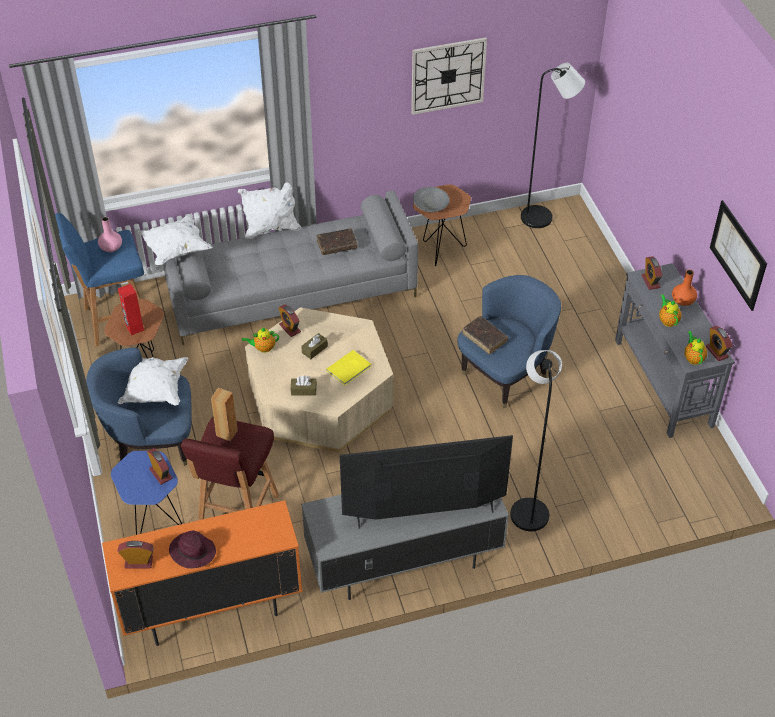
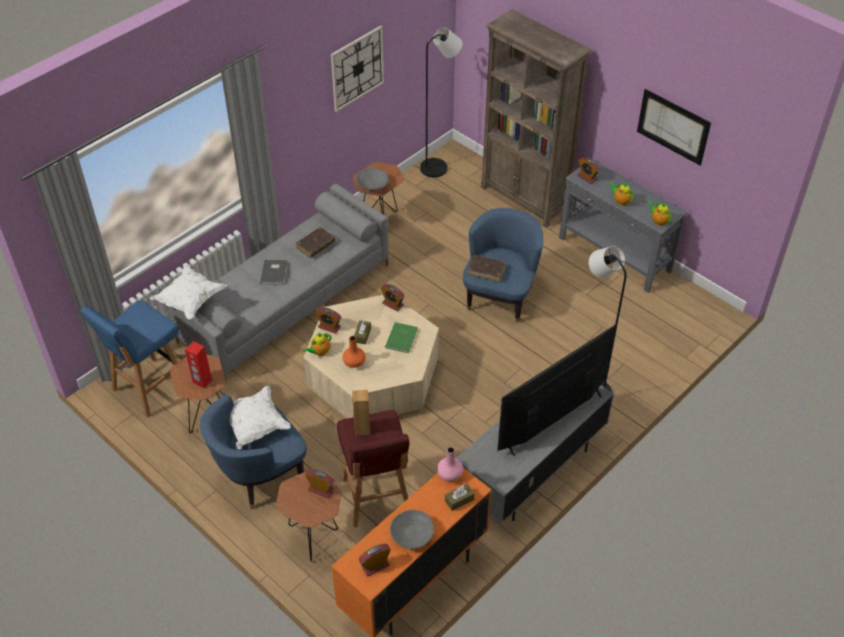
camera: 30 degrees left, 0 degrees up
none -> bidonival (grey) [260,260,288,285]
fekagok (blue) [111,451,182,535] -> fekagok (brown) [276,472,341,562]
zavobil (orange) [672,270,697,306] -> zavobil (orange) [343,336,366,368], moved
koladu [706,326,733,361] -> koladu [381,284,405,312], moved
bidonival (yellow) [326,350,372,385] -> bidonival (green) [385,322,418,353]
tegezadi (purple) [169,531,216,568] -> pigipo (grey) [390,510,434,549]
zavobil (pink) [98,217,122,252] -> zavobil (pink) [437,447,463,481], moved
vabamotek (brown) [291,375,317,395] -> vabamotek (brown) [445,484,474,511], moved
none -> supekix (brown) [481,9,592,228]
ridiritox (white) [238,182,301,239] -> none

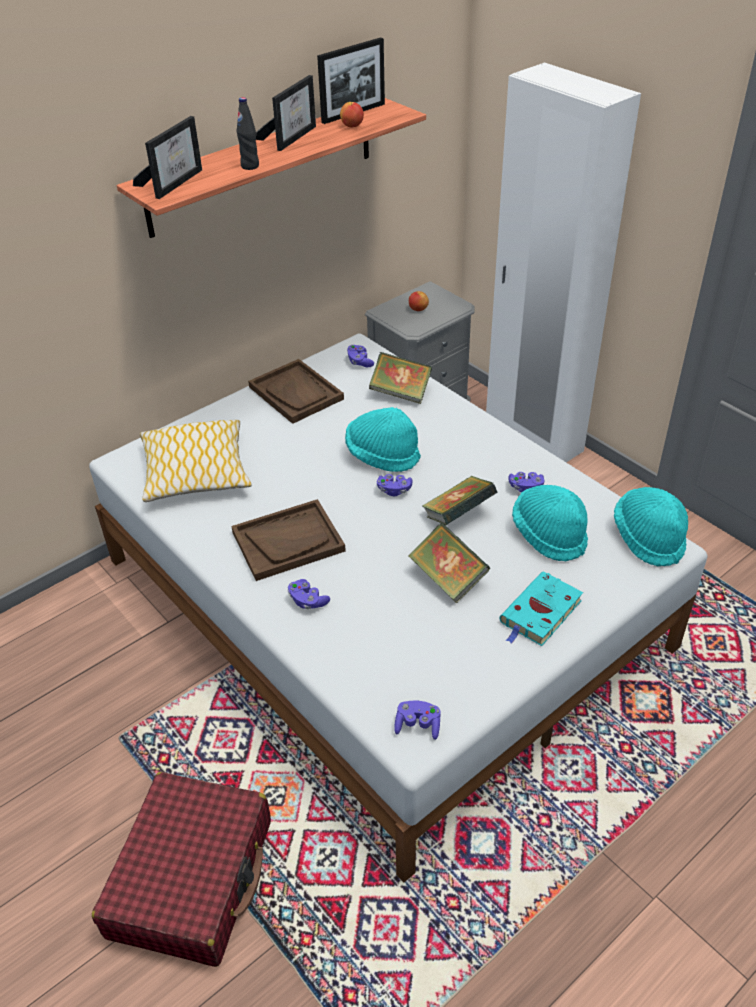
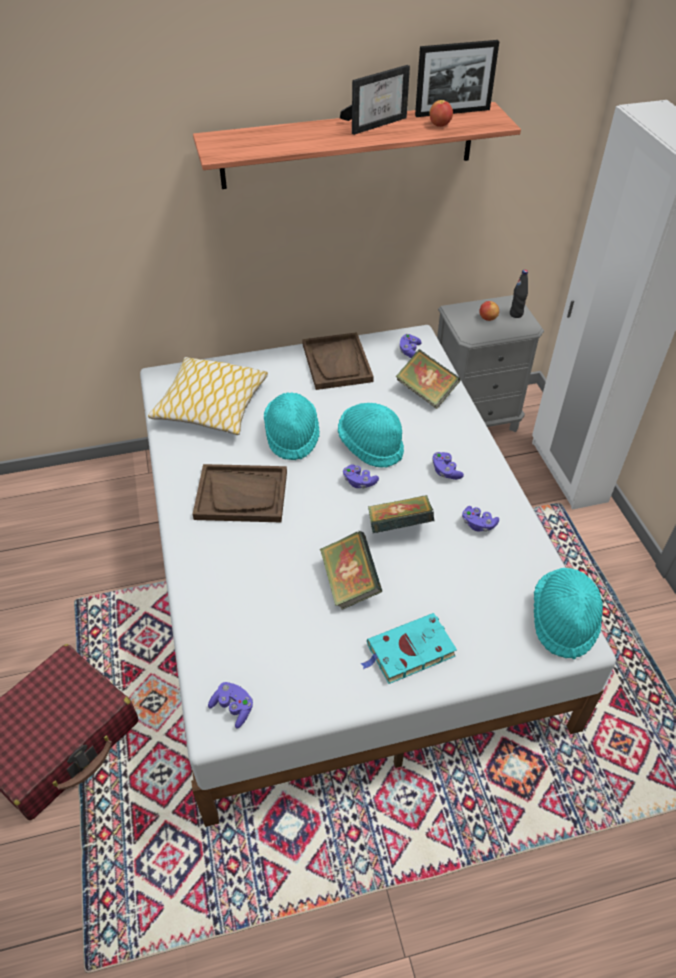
camera: 25 degrees right, 5 degrees up
tegezadi (turquoise) [512,485,588,562] -> tegezadi (turquoise) [264,392,320,460], moved
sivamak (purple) [288,579,330,609] -> sivamak (purple) [432,452,464,480], moved
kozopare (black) [237,97,259,170] -> kozopare (black) [510,270,528,318], moved
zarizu [133,116,202,199] -> none

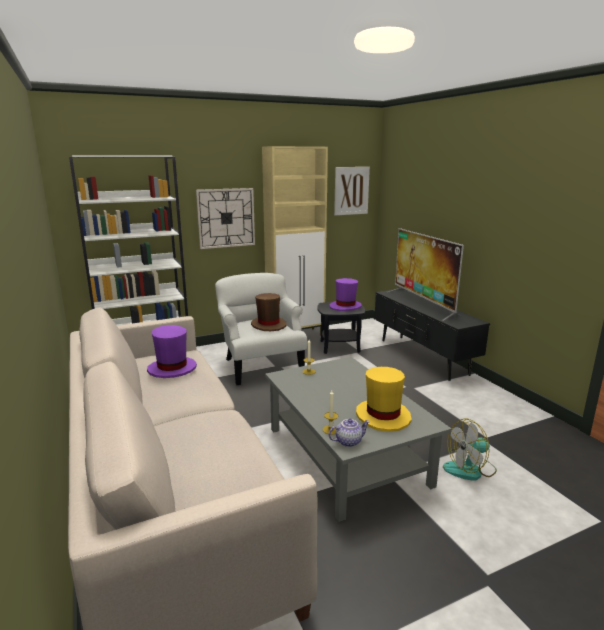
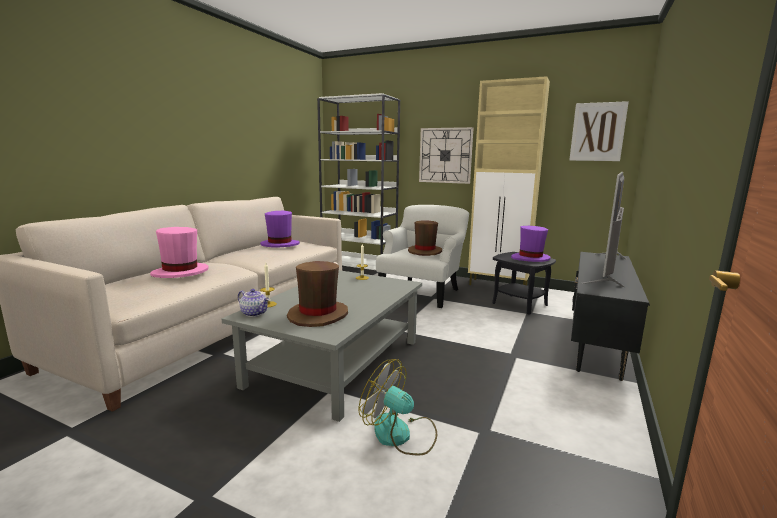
camera: 50 degrees right, 5 degrees down
none -> tegezadi (pink) [150,227,209,278]
tegezadi (yellow) [356,367,412,432] -> tegezadi (brown) [287,261,348,327]

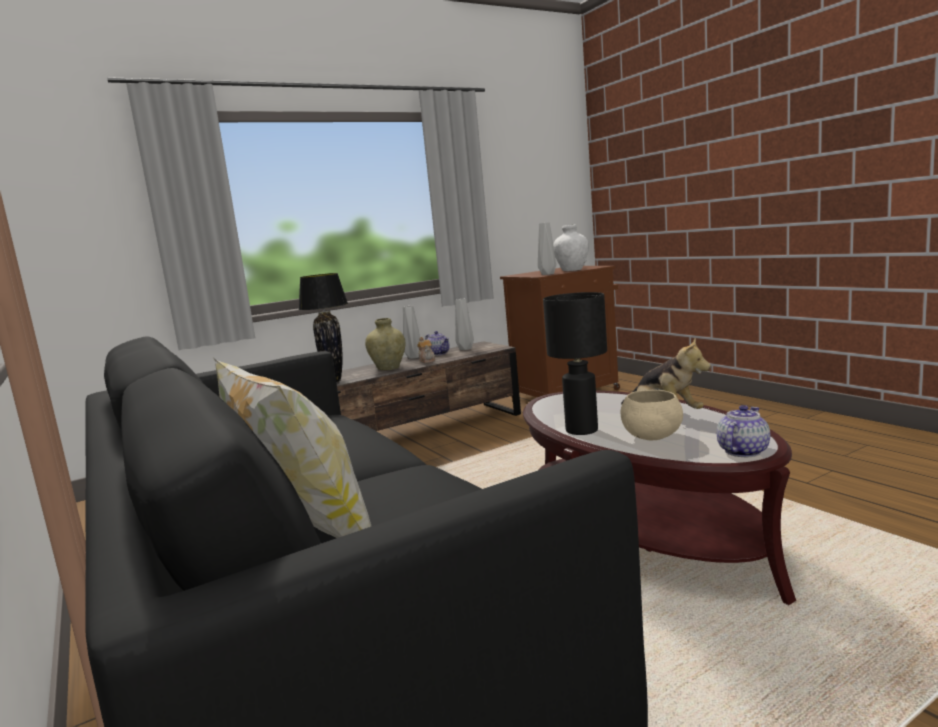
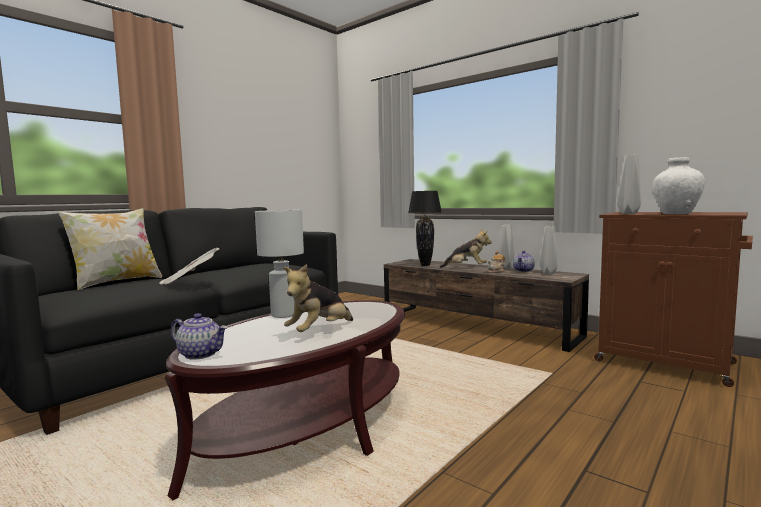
camera: 70 degrees right, 5 degrees down
none -> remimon [159,248,219,284]
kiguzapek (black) [543,292,607,435] -> kiguzapek (white) [255,210,304,318]
zavobil (beige) [365,318,405,370] -> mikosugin [439,229,492,268]
pigipo (beige) [621,390,683,440] -> none

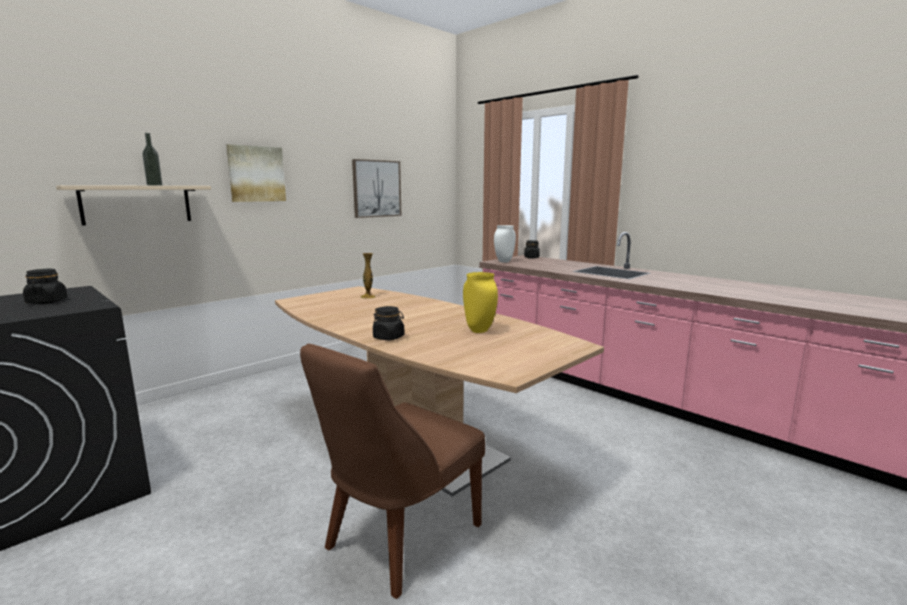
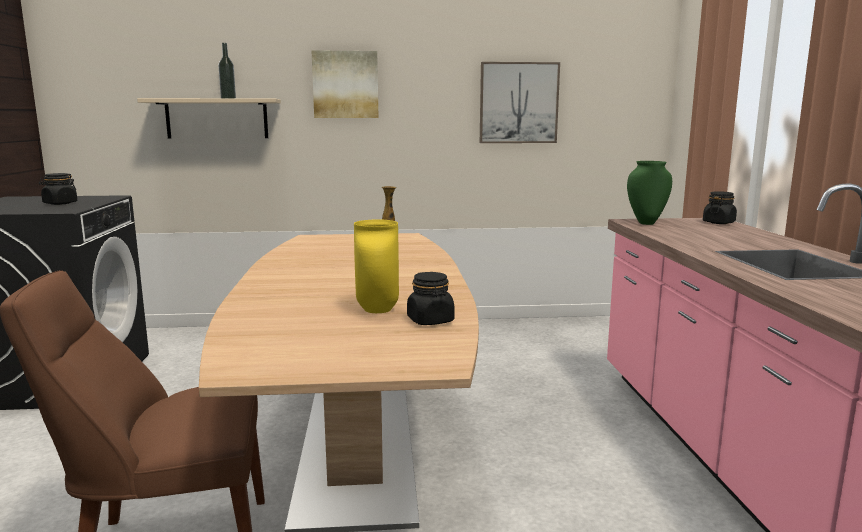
camera: 40 degrees right, 0 degrees up
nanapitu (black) [373,306,404,341] -> nanapitu (black) [407,272,454,325], moved
zavobil (white) [494,225,516,263] -> zavobil (green) [627,161,672,225]

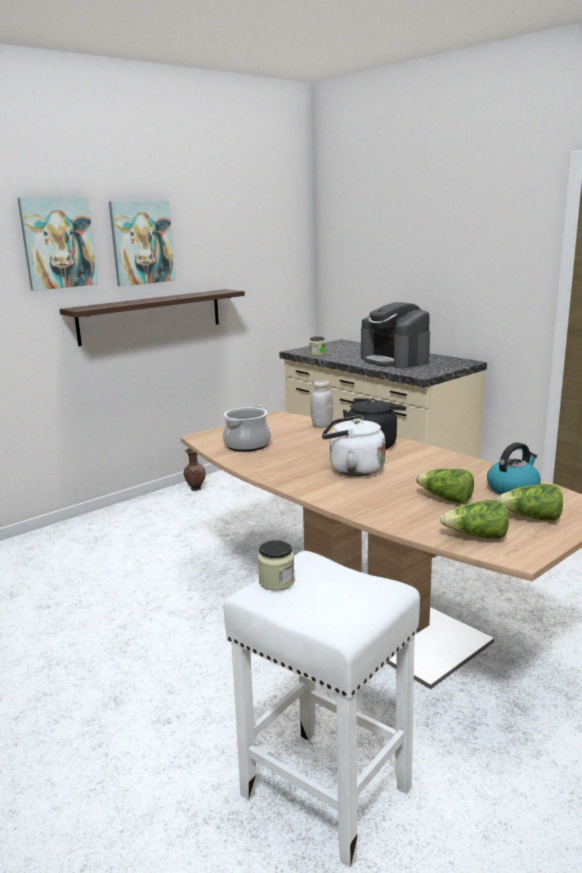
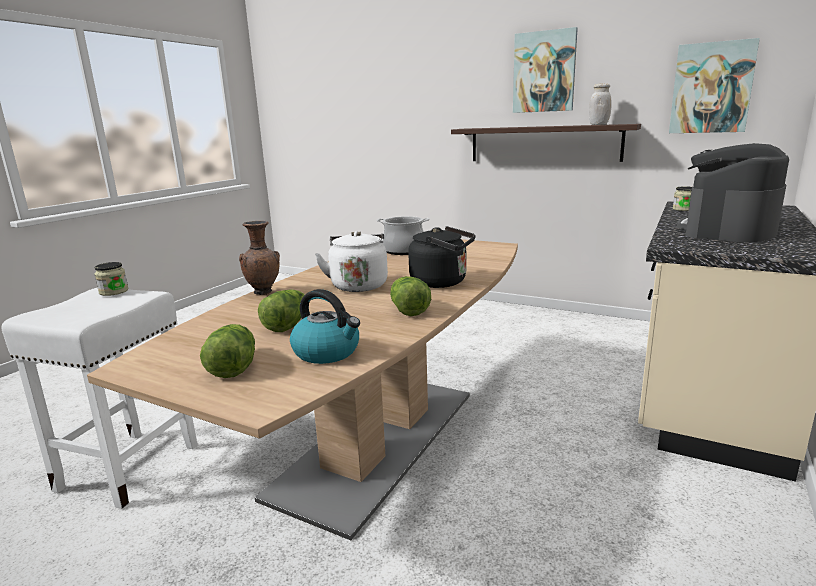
camera: 70 degrees right, 0 degrees up
zavobil (brown) [184,448,206,491] -> zavobil (brown) [239,221,280,295], moved
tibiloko [440,500,509,539] -> tibiloko [390,276,431,316], moved
nanapitu (white) [310,380,333,428] -> nanapitu (white) [589,84,611,125], moved
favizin [18,197,98,291] -> favizin [669,38,760,133], moved

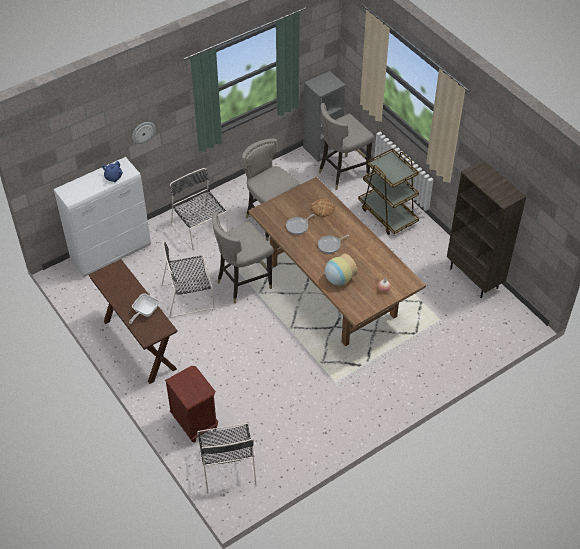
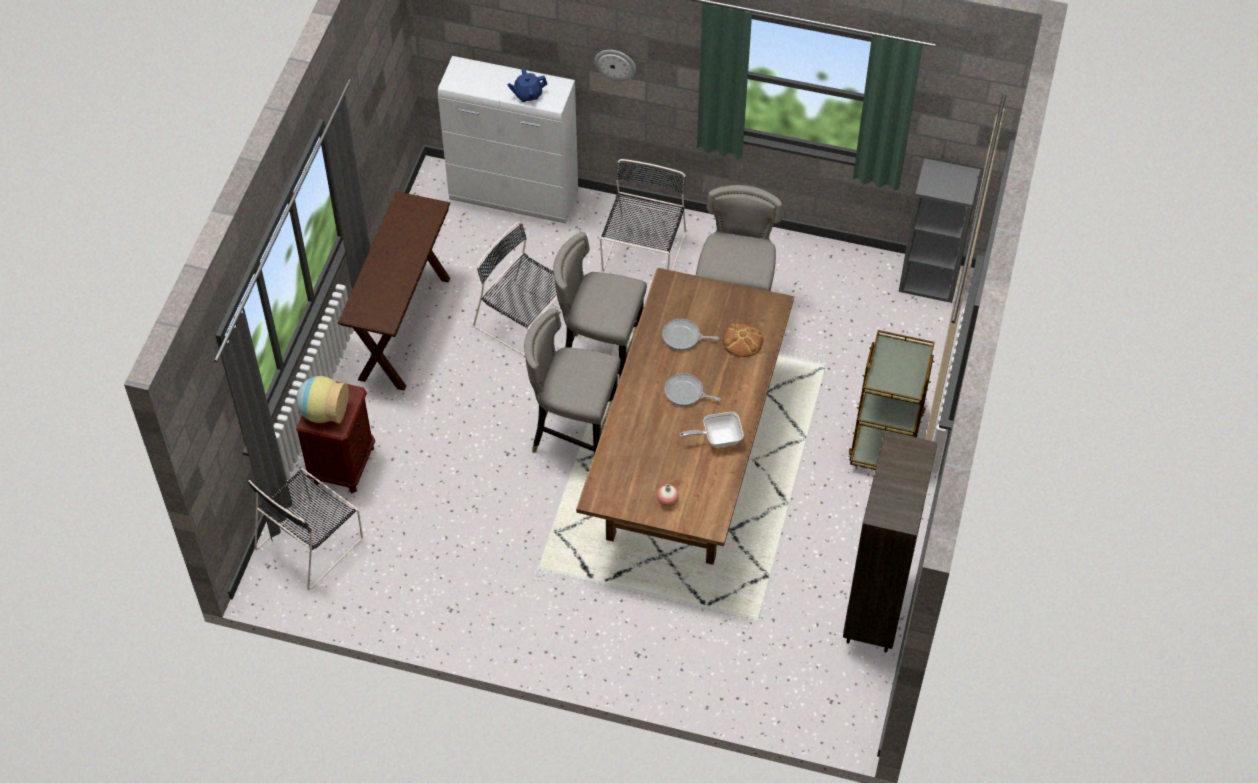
camera: 50 degrees right, 5 degrees up
zavobil [325,253,358,286] -> zavobil [296,376,349,423], moved
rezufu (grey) [319,103,374,190] -> rezufu (grey) [524,308,621,454], moved
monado [129,294,159,324] -> monado [679,412,744,448], moved

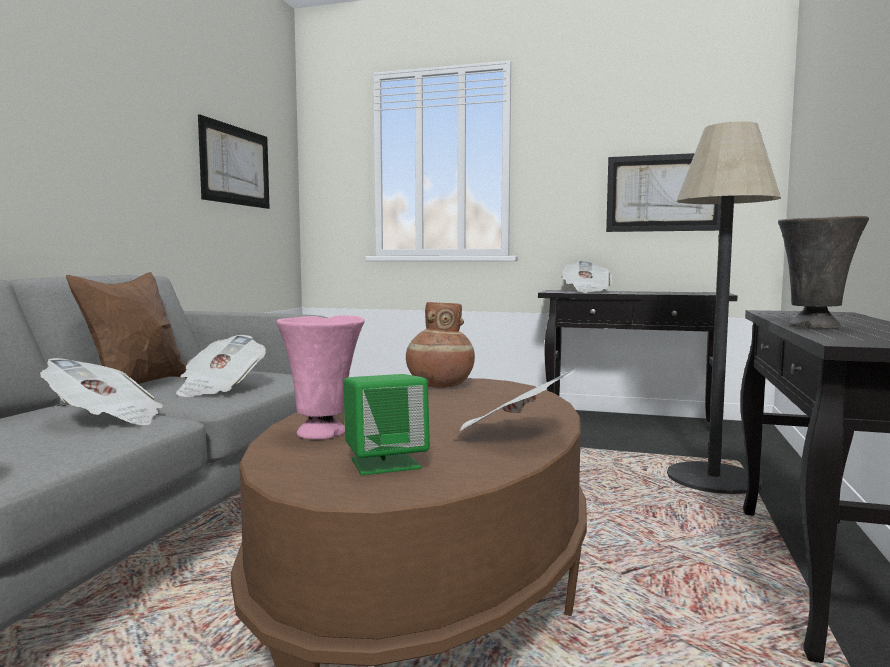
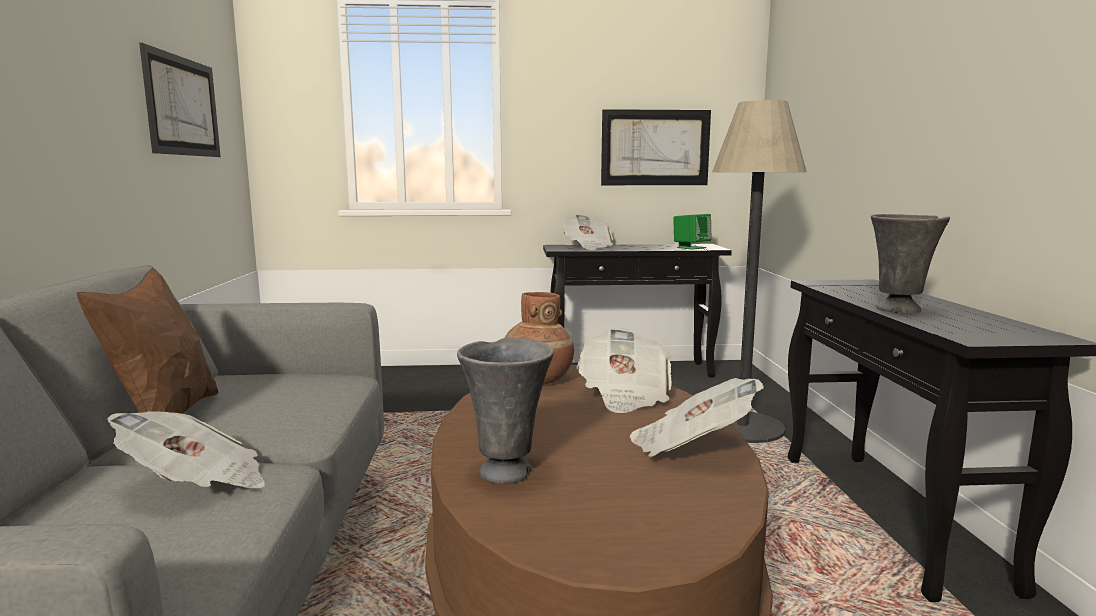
camera: 20 degrees left, 5 degrees up
zavobil (pink) [277,315,365,439] -> zavobil (grey) [457,338,554,484]
remimon [176,335,266,397] -> remimon [576,328,672,413], moved
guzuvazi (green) [343,374,430,475] -> guzuvazi (green) [673,214,711,250], moved

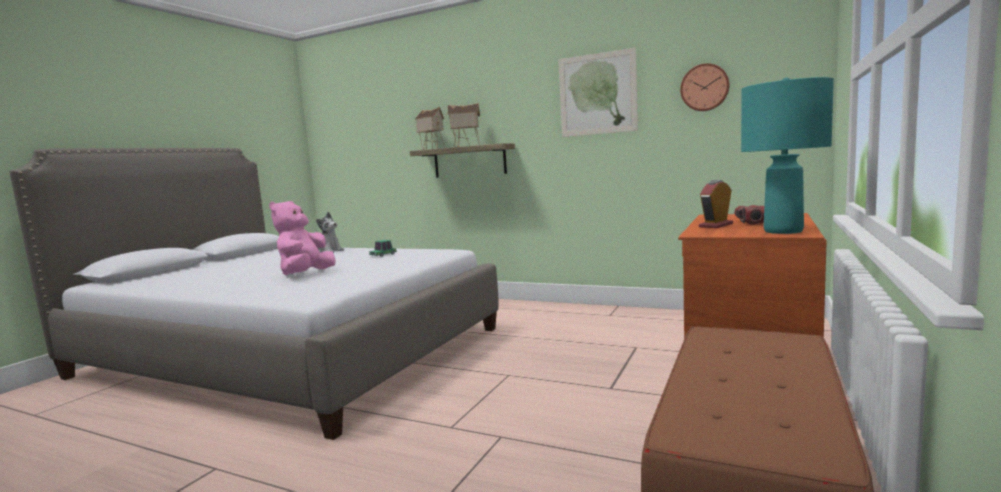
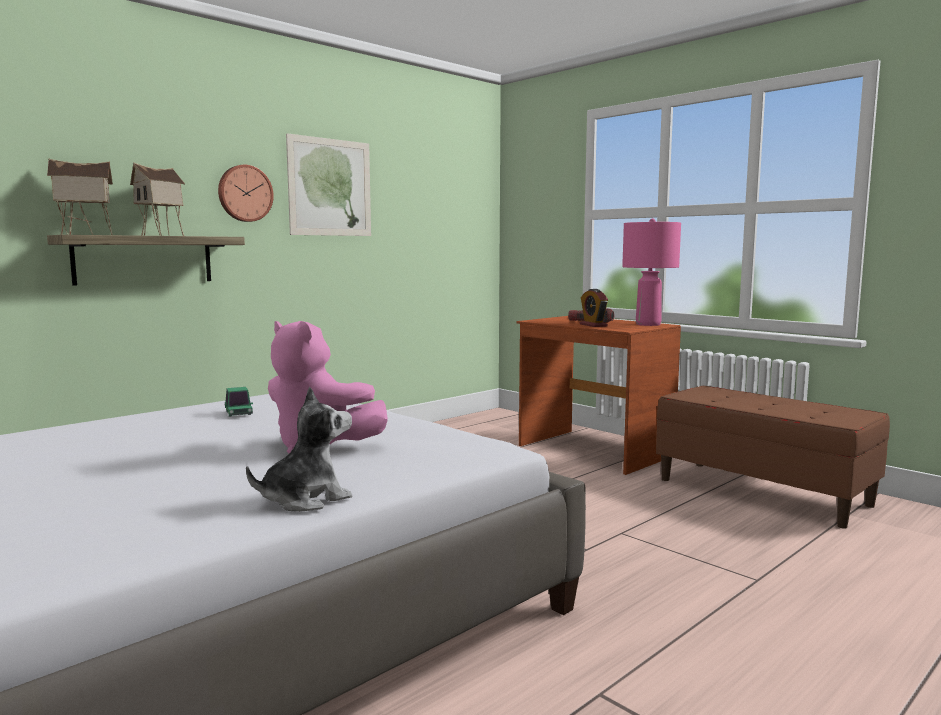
camera: 70 degrees left, 0 degrees up
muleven [680,63,730,111] -> muleven [218,165,274,222], moved
mikosugin [316,212,344,253] -> mikosugin [246,387,352,512], moved
kiguzapek (turquoise) [741,77,834,234] -> kiguzapek (pink) [622,218,681,326]

